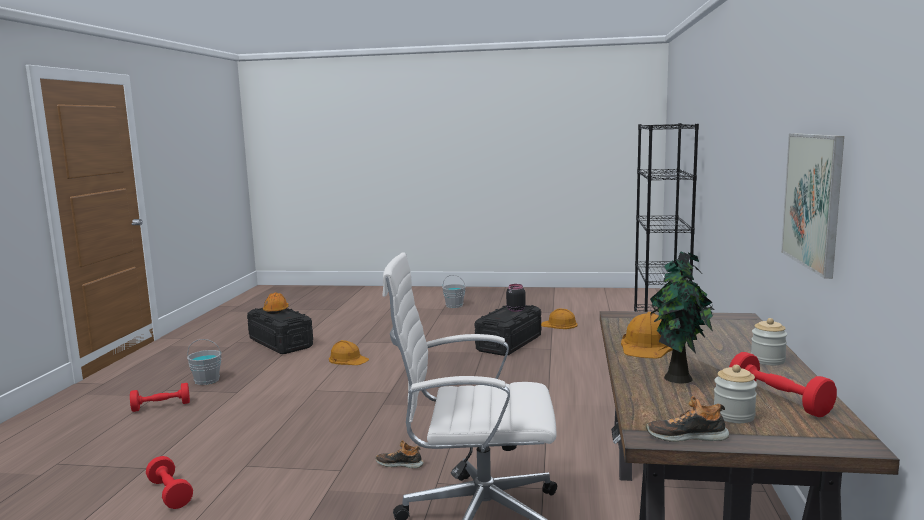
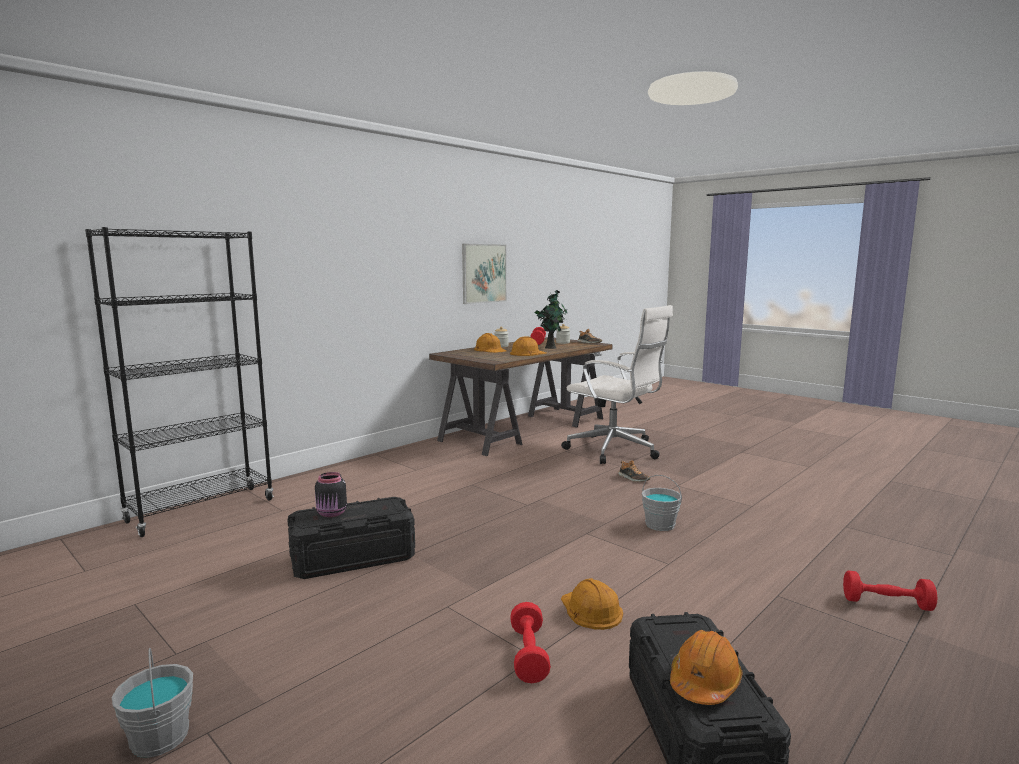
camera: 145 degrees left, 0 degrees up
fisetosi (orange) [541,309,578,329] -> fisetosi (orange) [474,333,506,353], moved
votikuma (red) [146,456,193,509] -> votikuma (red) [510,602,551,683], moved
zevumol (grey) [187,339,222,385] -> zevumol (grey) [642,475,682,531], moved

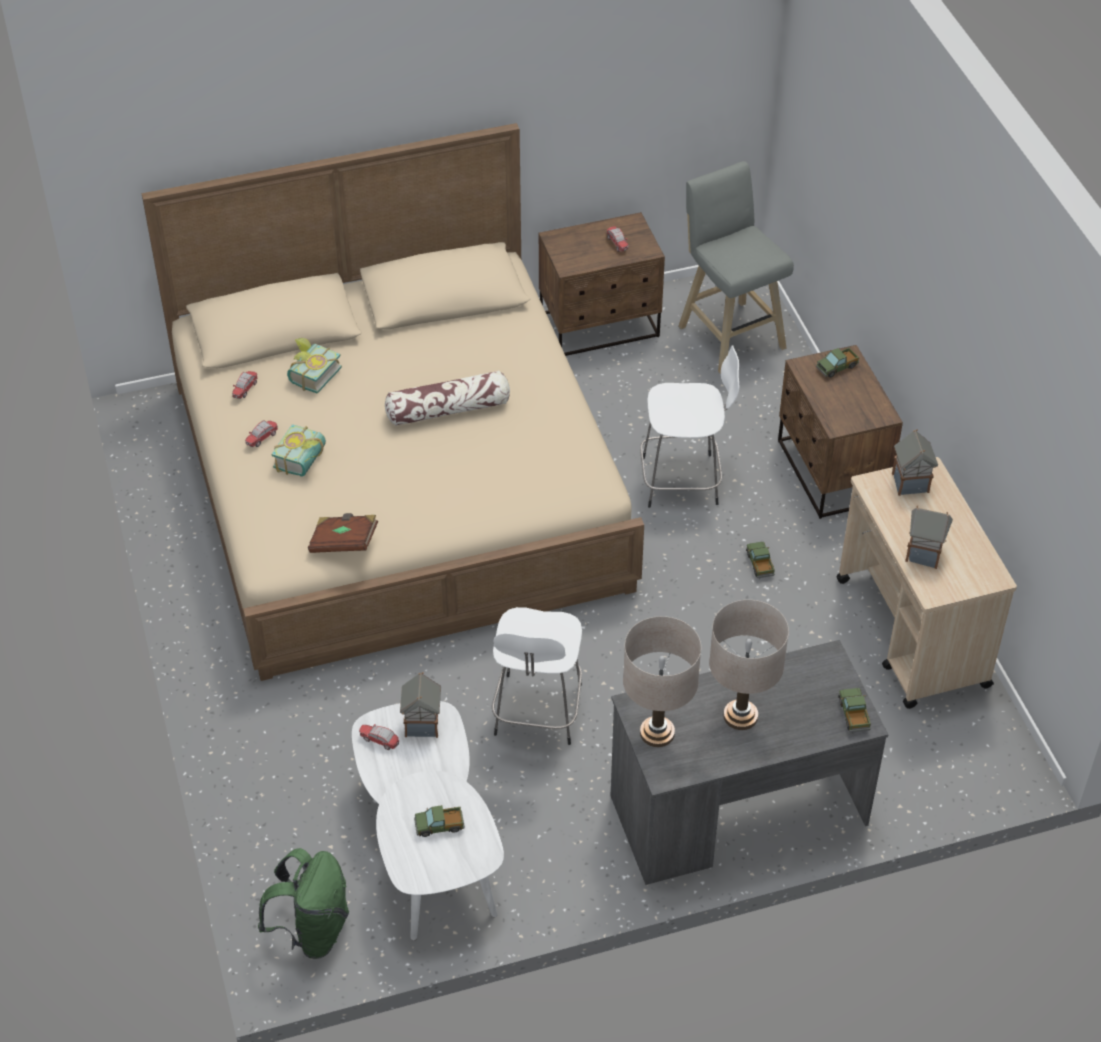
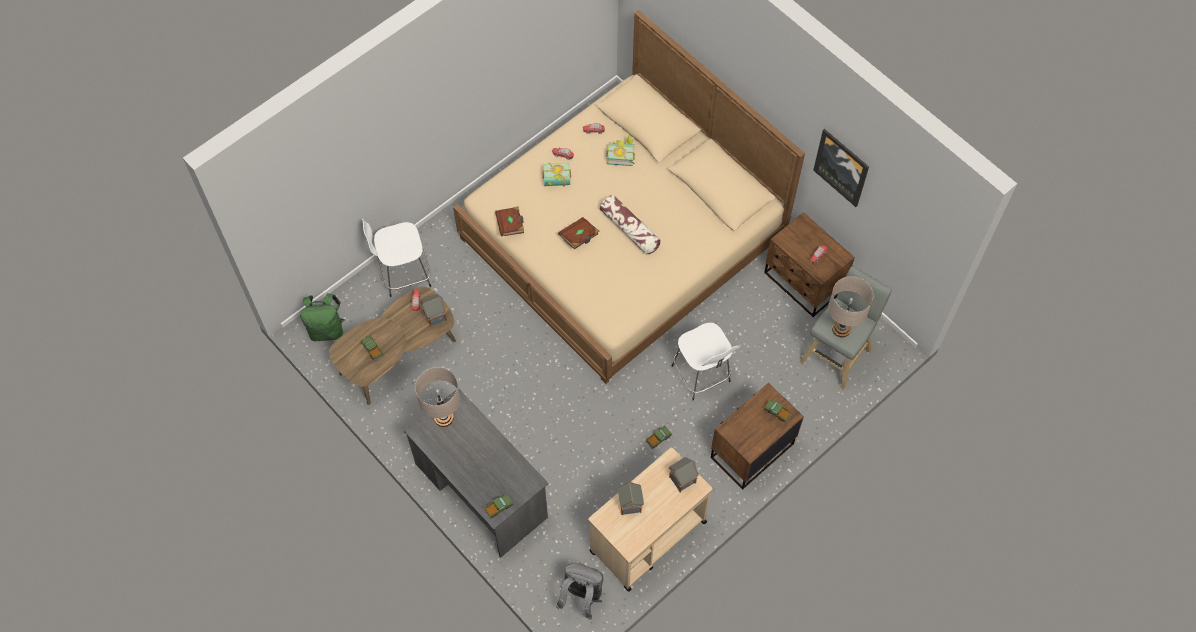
camera: 65 degrees right, 15 degrees up
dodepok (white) [352,701,504,941] -> dodepok (brown) [329,286,456,405]
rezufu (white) [492,607,582,745] -> rezufu (white) [362,218,431,297], moved
none -> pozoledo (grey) [556,563,603,620]
none -> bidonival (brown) [558,217,599,249]
none -> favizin [813,129,869,207]
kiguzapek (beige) [709,600,789,730] -> kiguzapek (beige) [828,276,873,337], moved

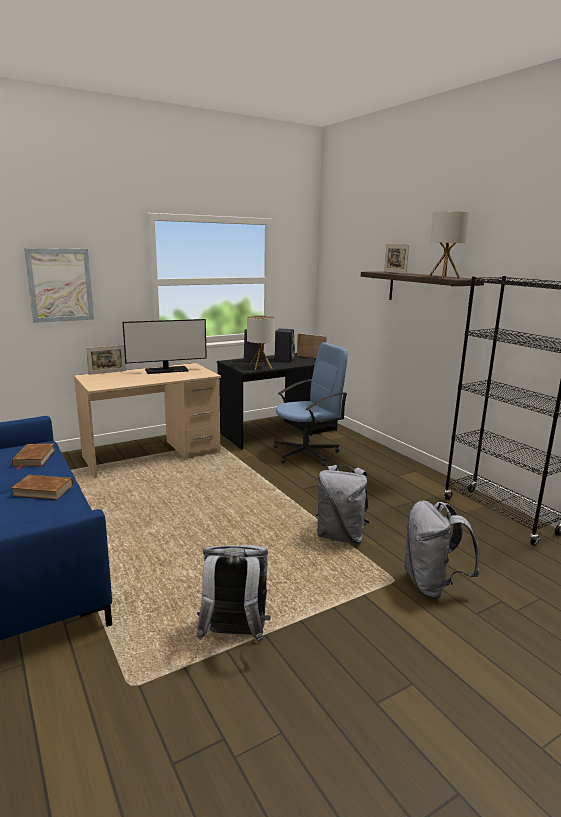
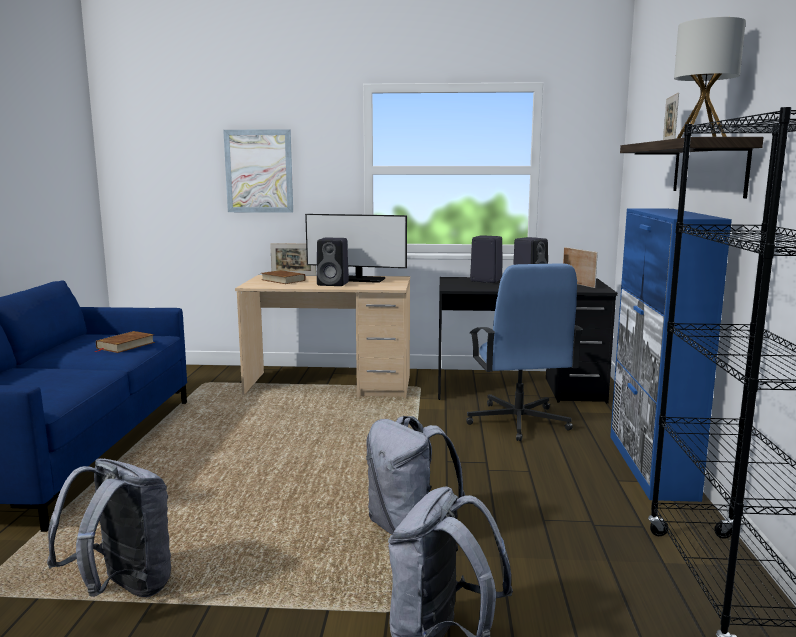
camera: 35 degrees right, 5 degrees down
bidonival (brown) [11,475,73,500] -> bidonival (brown) [261,270,305,284], moved
none -> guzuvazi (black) [317,238,349,286]
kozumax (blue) [274,342,348,466] -> kozumax (blue) [466,263,583,441], 75 degrees clockwise
none -> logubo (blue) [610,208,732,502]
kiguzapek [247,315,275,370] -> none

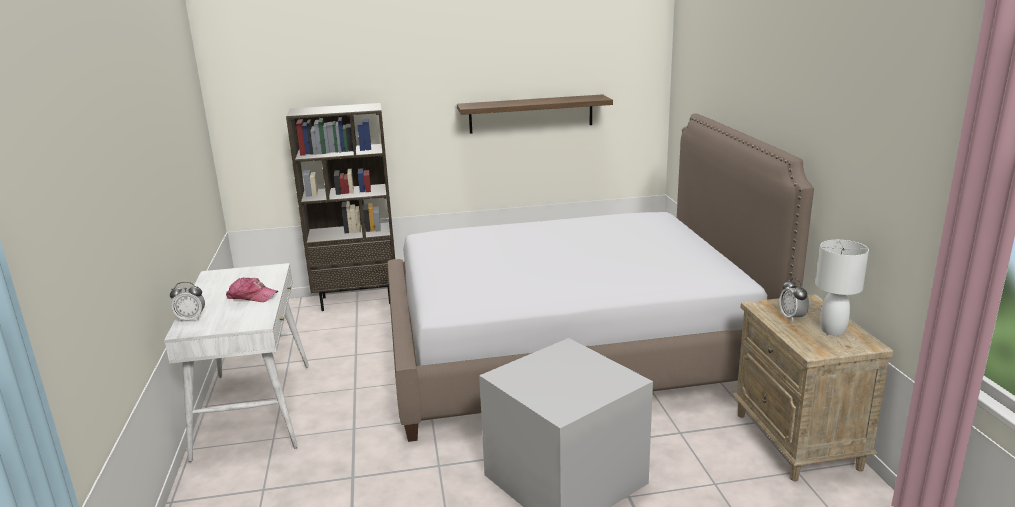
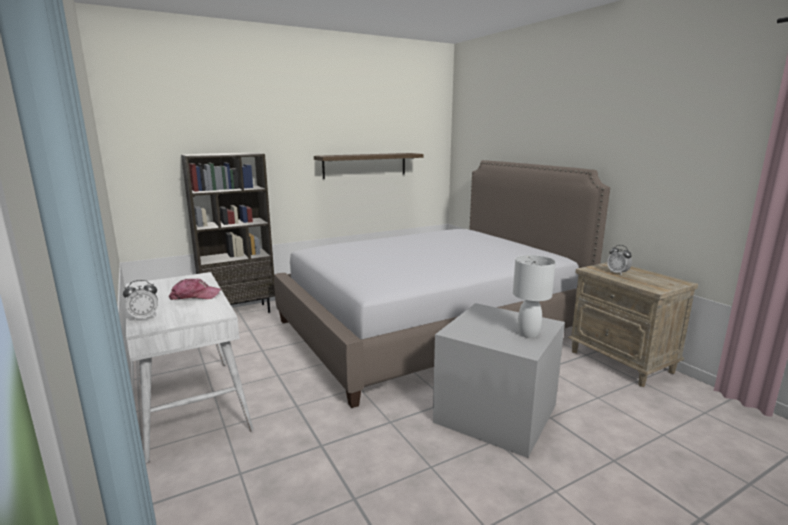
camera: 20 degrees left, 5 degrees down
kiguzapek (white) [816,240,869,336] -> kiguzapek (white) [513,255,556,338], moved

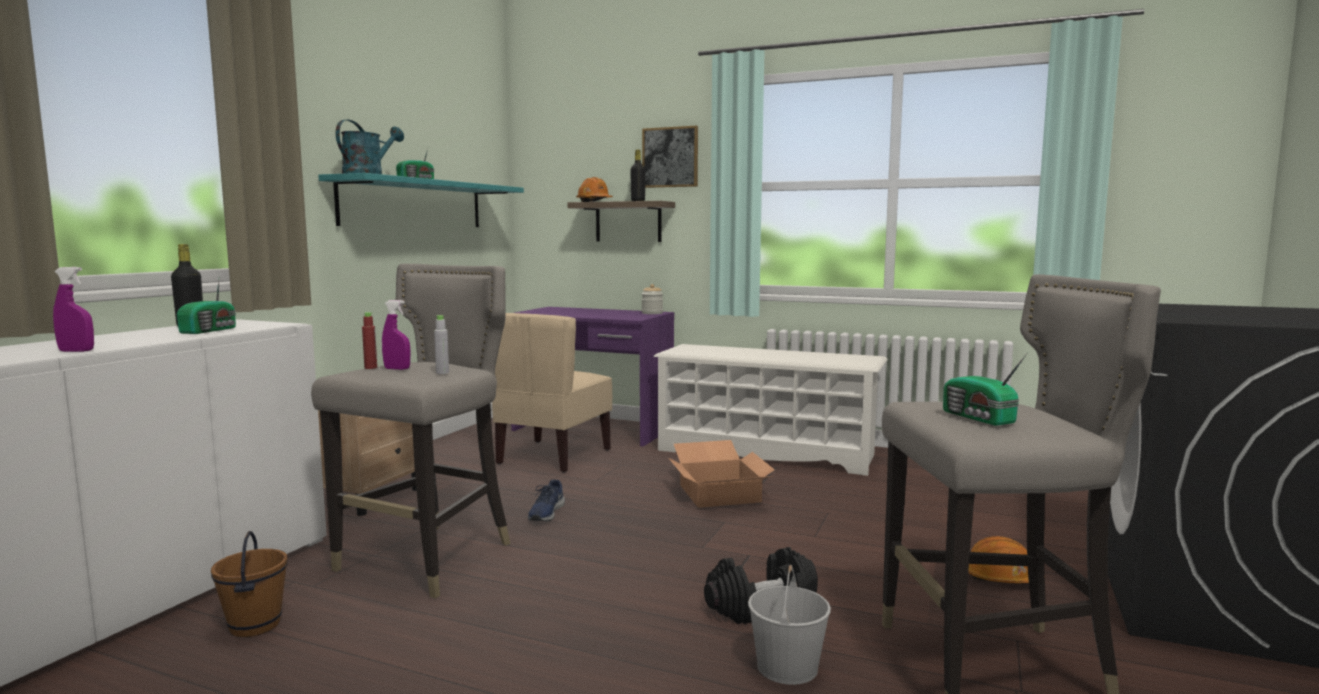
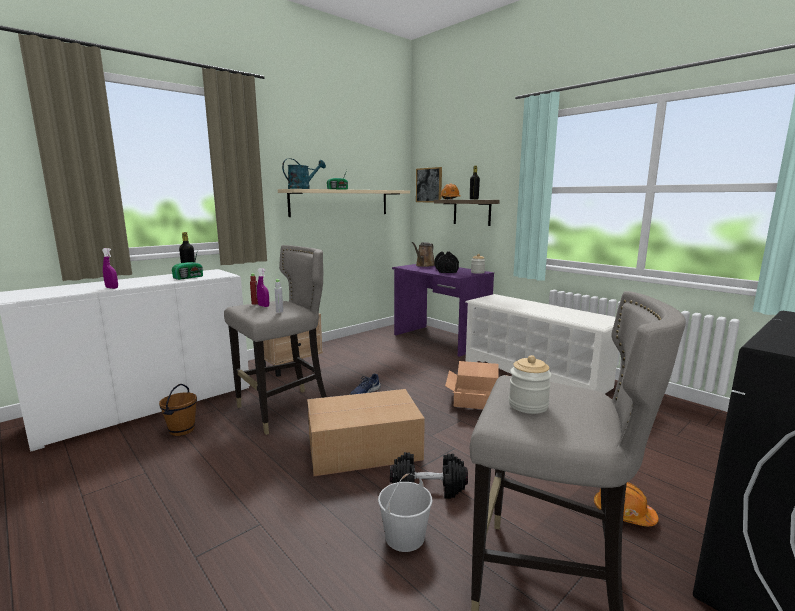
camera: 25 degrees right, 5 degrees up
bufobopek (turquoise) [318,173,524,227] -> bufobopek (beige) [278,189,410,217]
none -> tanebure [307,389,425,476]
none -> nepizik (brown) [412,242,435,267]
favizin [642,126,698,188] -> favizin [416,167,442,202], moved
none -> votikuma (black) [435,251,459,273]
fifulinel [943,353,1027,426] -> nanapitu [509,355,552,414]
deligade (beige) [492,313,612,473] -> none

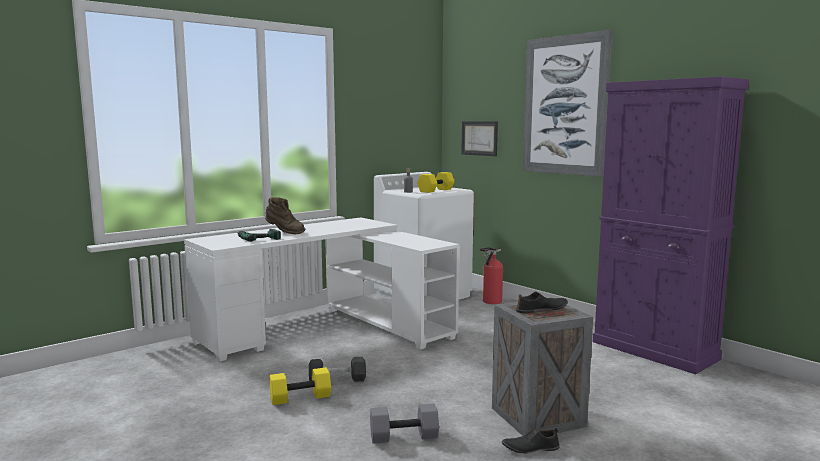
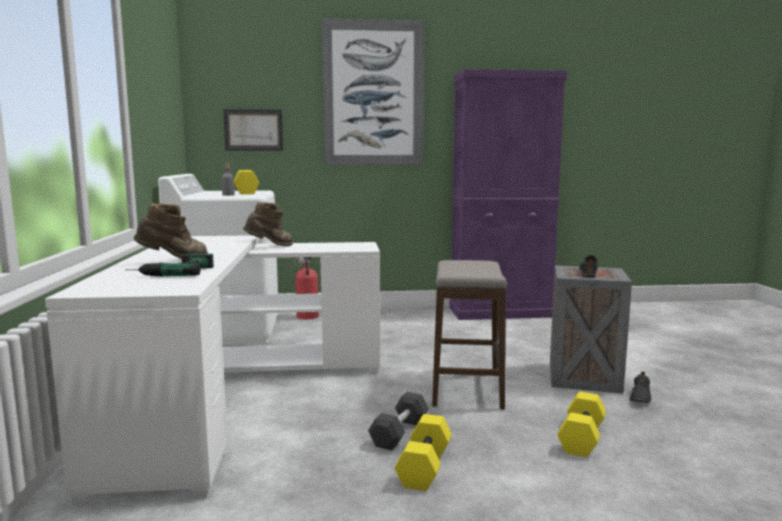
camera: 55 degrees left, 0 degrees up
none -> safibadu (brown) [243,202,293,247]
none -> rezufu [432,260,507,410]
votikuma (grey) [370,403,439,444] -> votikuma (yellow) [557,392,606,457]

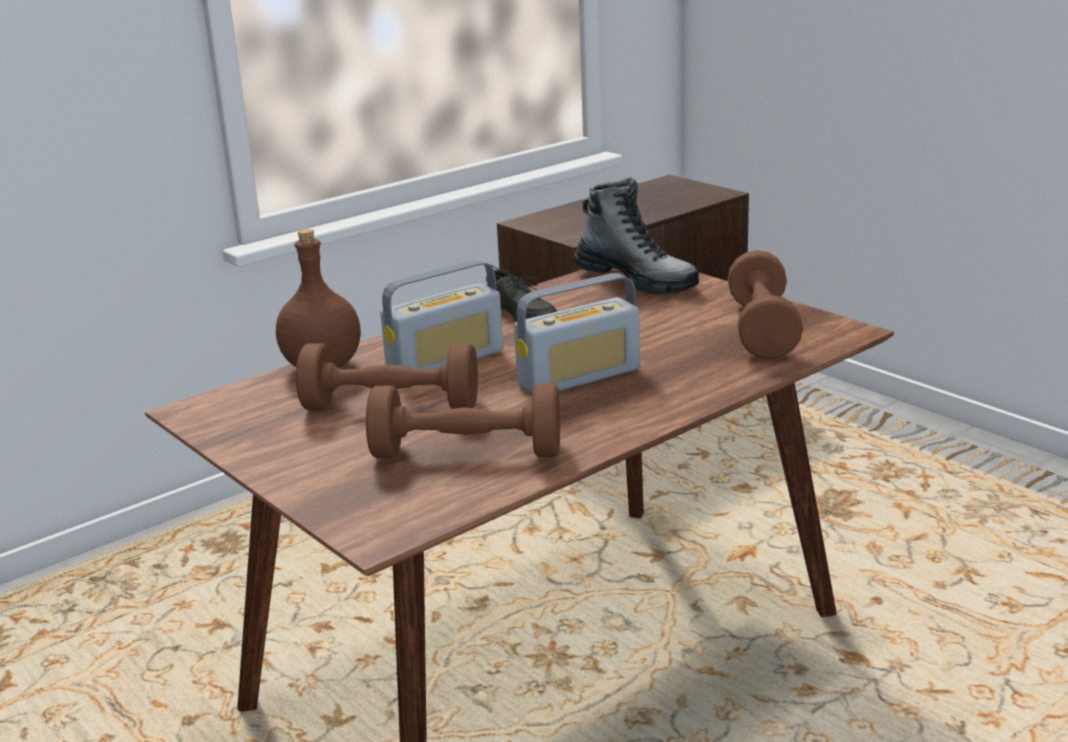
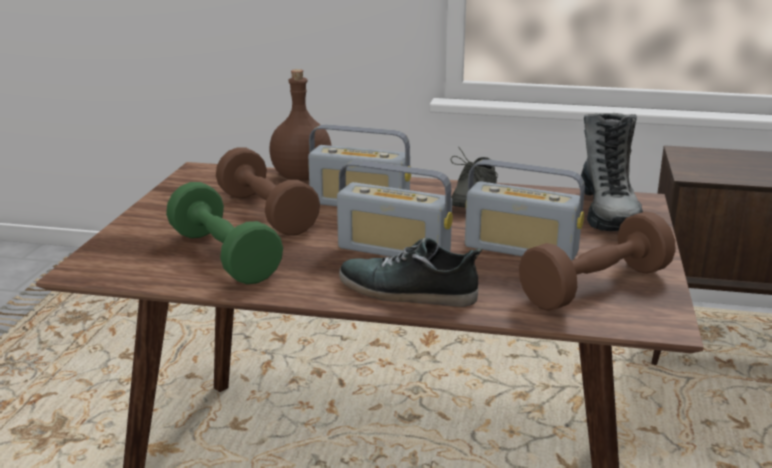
camera: 50 degrees right, 0 degrees up
votikuma (brown) [366,383,560,458] -> votikuma (green) [166,182,283,284]
none -> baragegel [339,238,483,307]
none -> fifulinel [465,159,585,261]

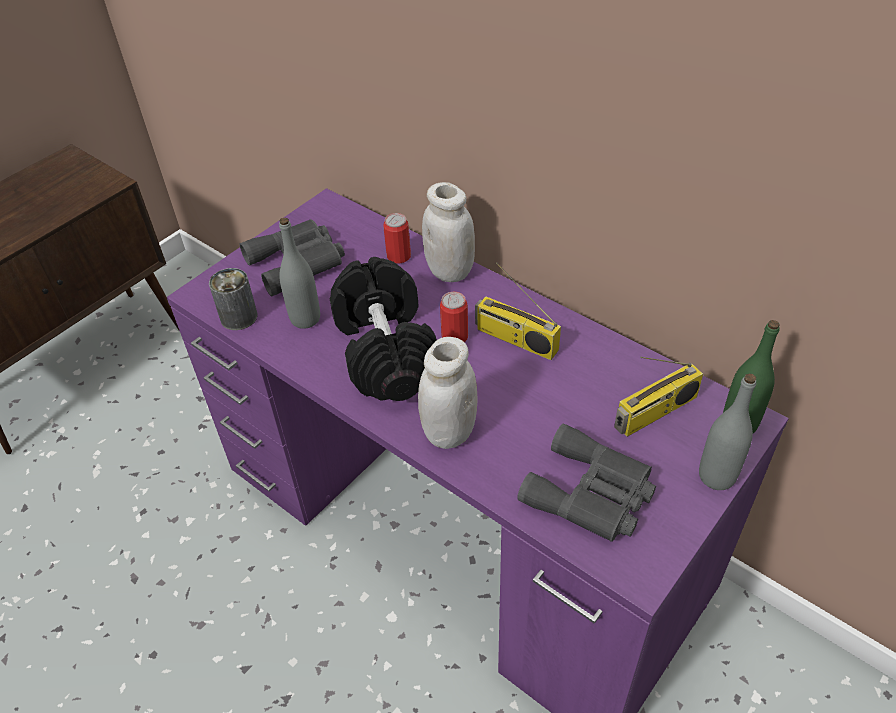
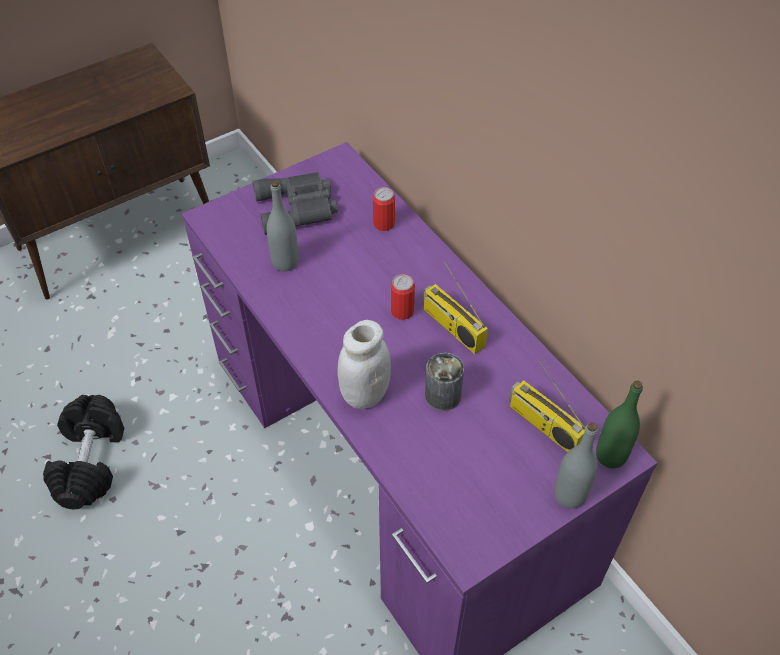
camera: 15 degrees right, 5 degrees up
votikuma (black) [330,257,437,401] -> votikuma (black) [43,395,124,509], moved
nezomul [209,268,257,330] -> nezomul [425,353,464,411], moved
fifulinel [614,356,703,437] -> fifulinel [509,359,585,452], 60 degrees clockwise
nanapitu (white) [422,182,475,282] -> none
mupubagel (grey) [517,423,656,542] -> none

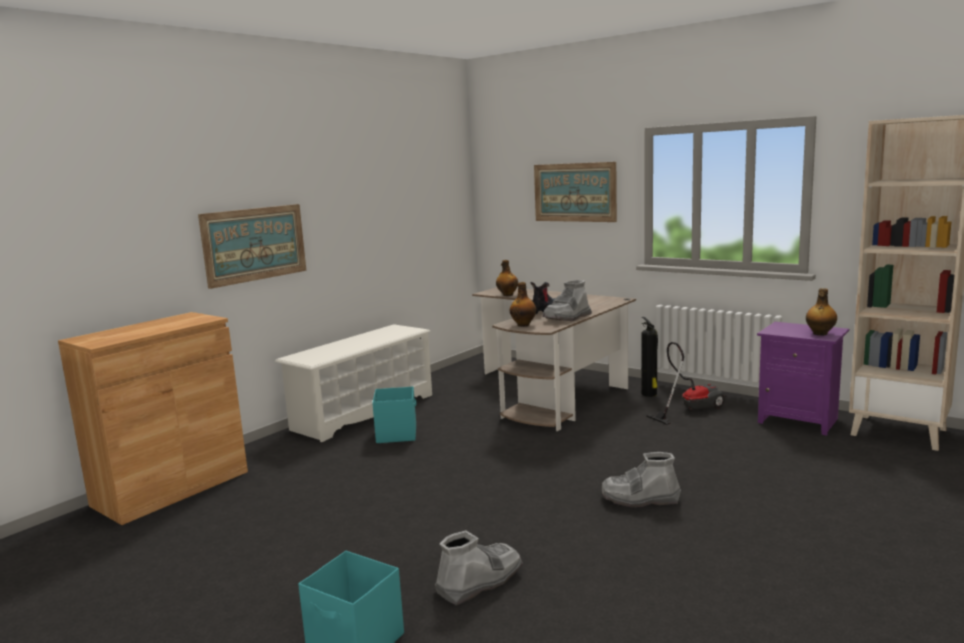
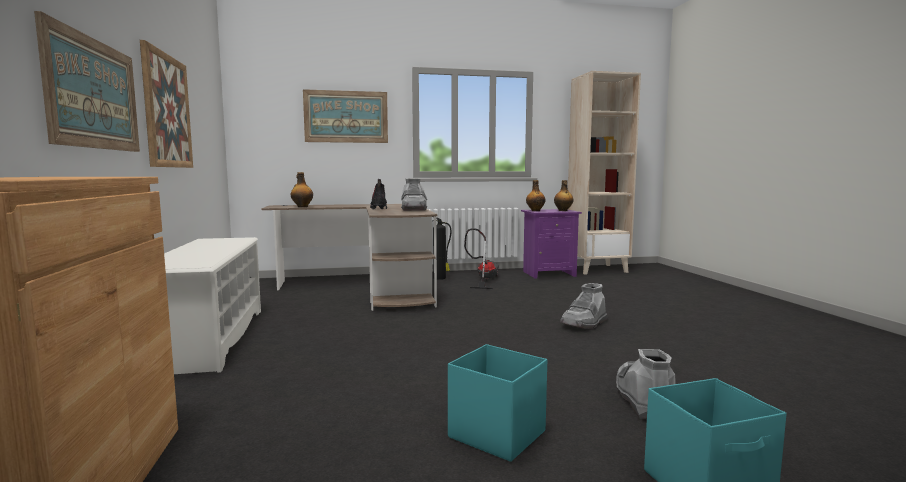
camera: 50 degrees left, 5 degrees down
none -> favizin [140,40,193,168]
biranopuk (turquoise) [372,386,417,443] -> biranopuk (turquoise) [448,344,547,462], moved
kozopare [510,282,536,327] -> kozopare [526,180,545,211], moved

